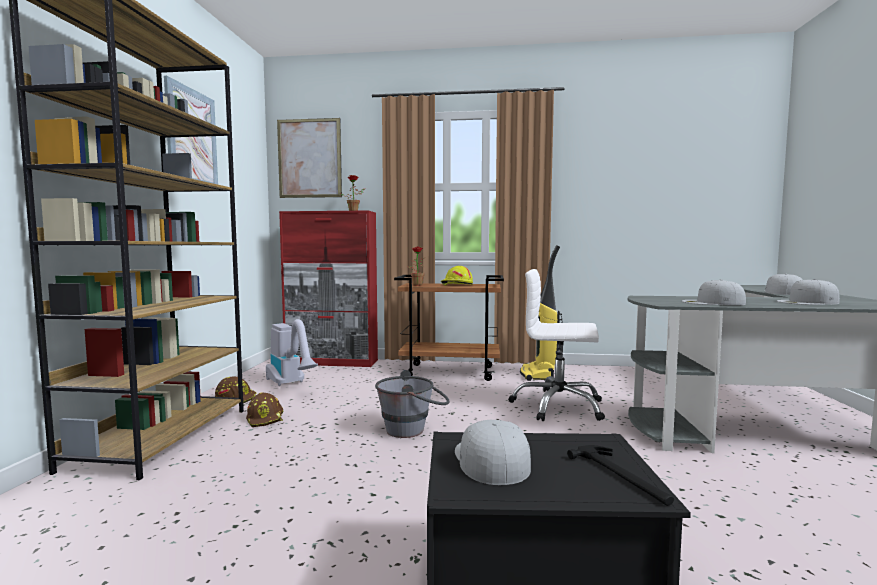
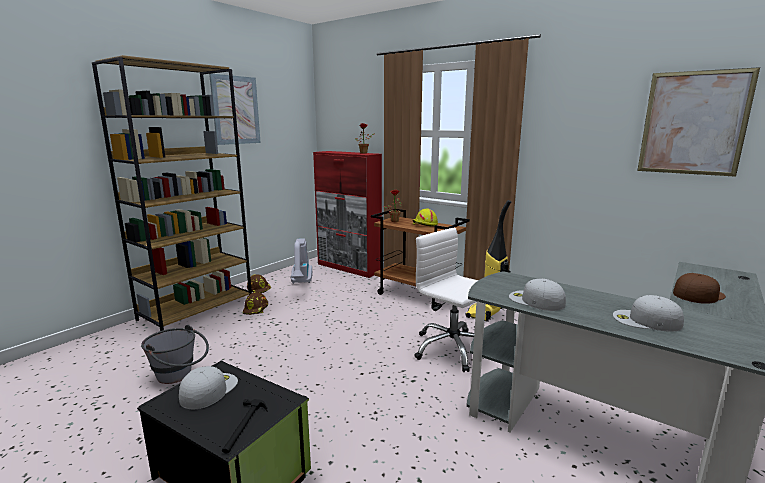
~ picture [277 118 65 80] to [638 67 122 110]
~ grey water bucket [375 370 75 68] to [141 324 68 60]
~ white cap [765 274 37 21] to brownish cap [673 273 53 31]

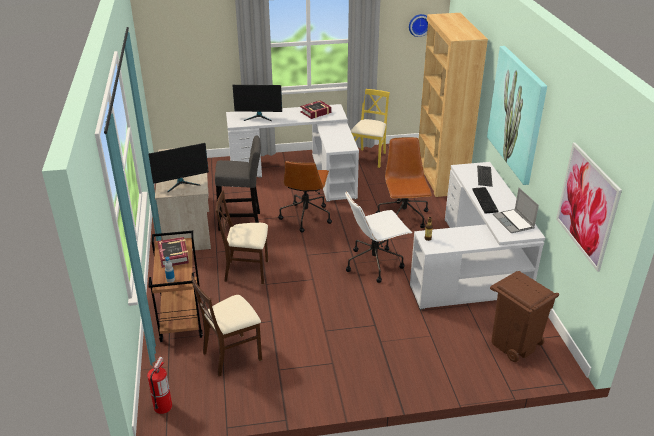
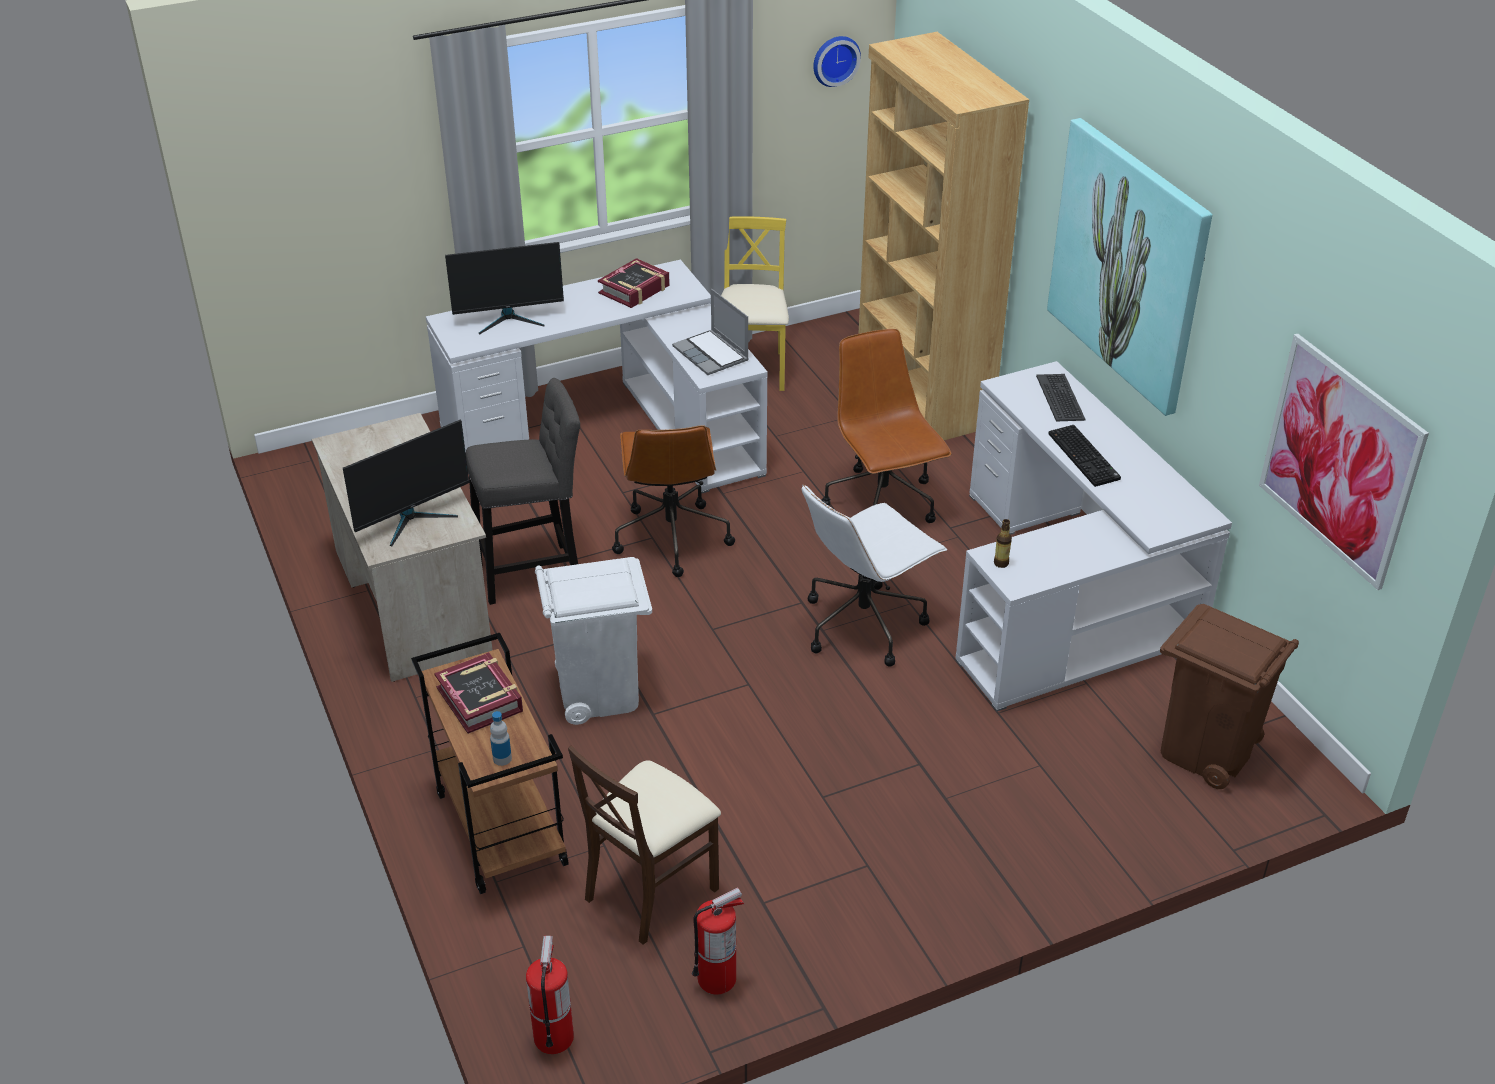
+ extinguisher [692 888 52 106]
~ portable computer [493 188 46 45] to [672 289 77 86]
~ sand-coloured upright chair [216 190 52 95] to white waste bin [535 557 117 168]

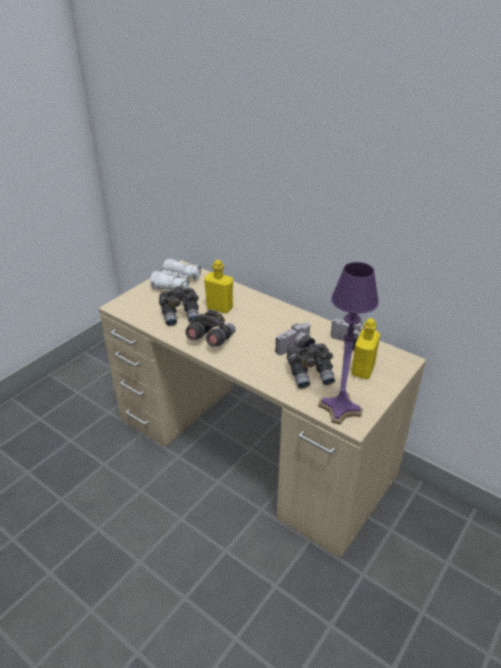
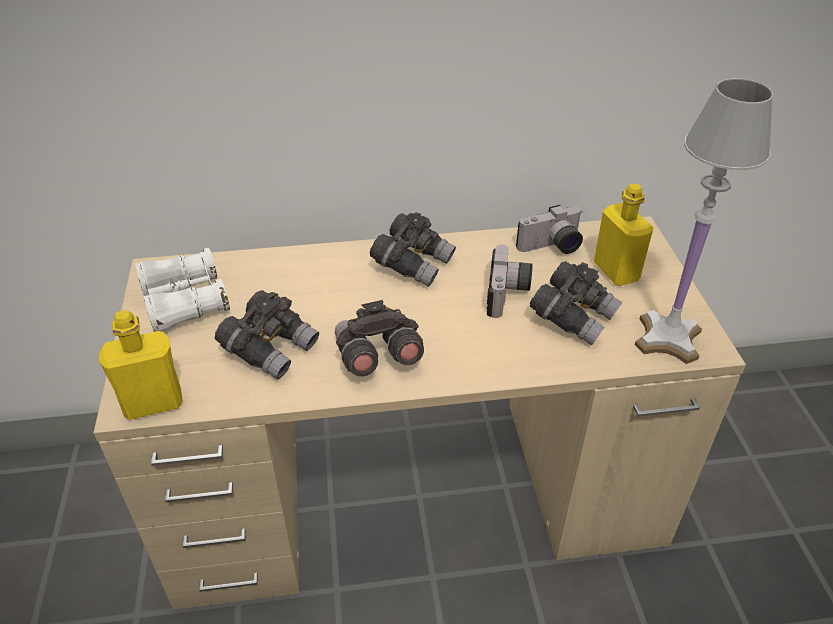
+ grey binoculars [370 212 86 75]
~ yellow drink bottle [204 260 29 53] to [99 310 84 110]
~ purple-coloured tabletop lamp [318 262 61 163] to white tabletop lamp [635 78 138 286]

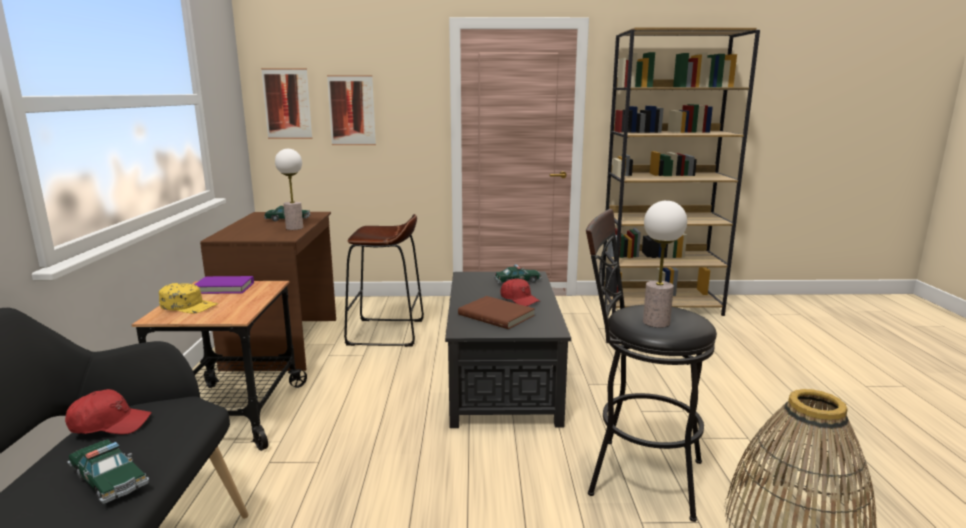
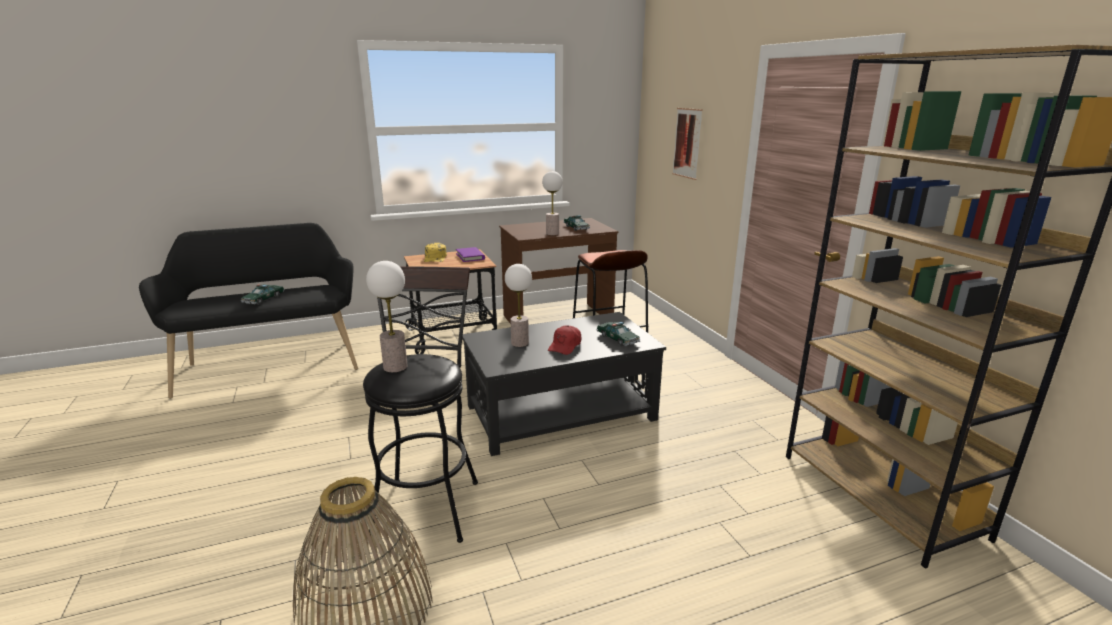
- red-coloured cap [65 389 87 45]
- picture [261 68 52 71]
~ brownish book [458 296 77 33] to tabletop lamp [505 264 27 83]

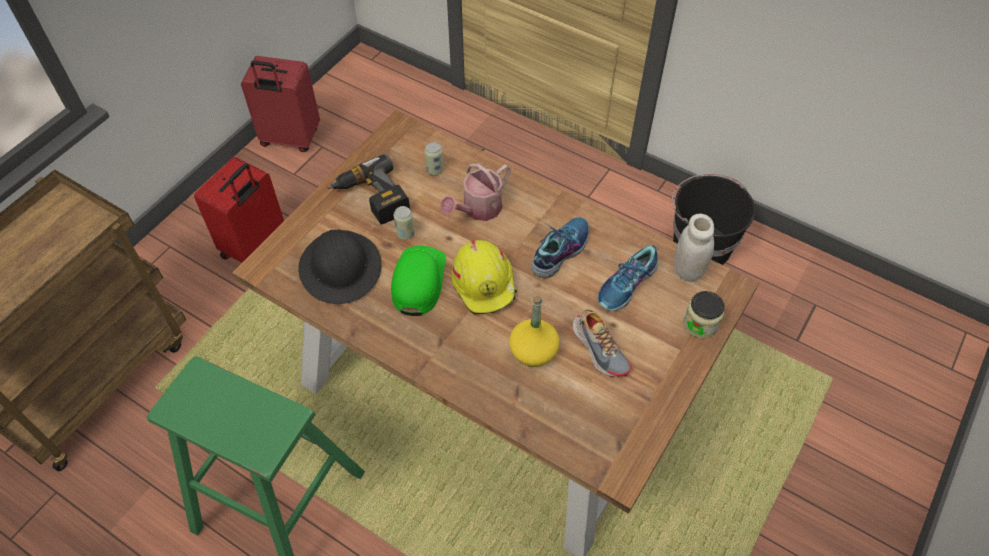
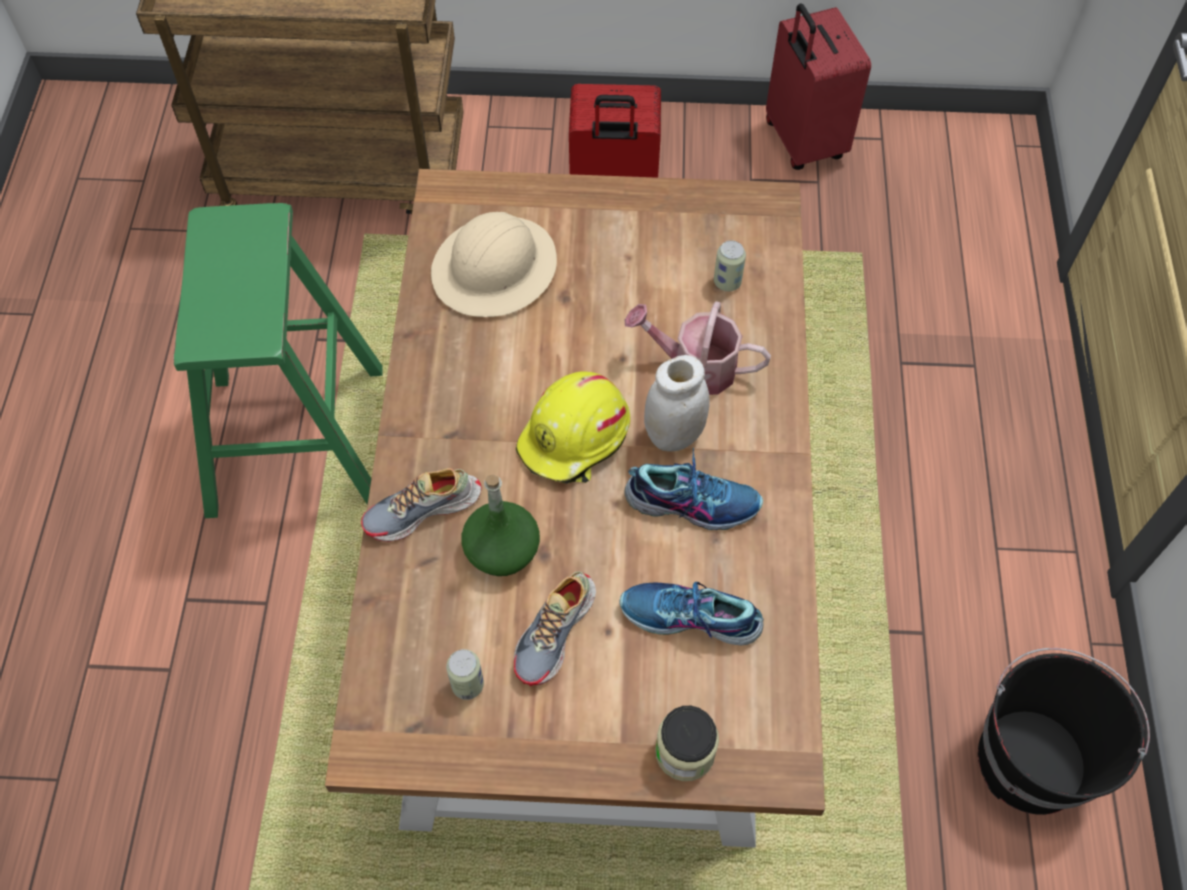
- power drill [327 154 83 70]
- greenish cap [391 246 55 70]
+ shoe [361 468 121 74]
~ can [394 206 21 34] to [446 649 38 51]
~ white preserve jar [674 214 40 68] to [644 355 66 97]
~ black-coloured safety helmet [298 229 83 75] to sand-coloured safety helmet [431 212 126 105]
~ yellow drink bottle [509 296 51 71] to greenish drink bottle [461 474 79 102]

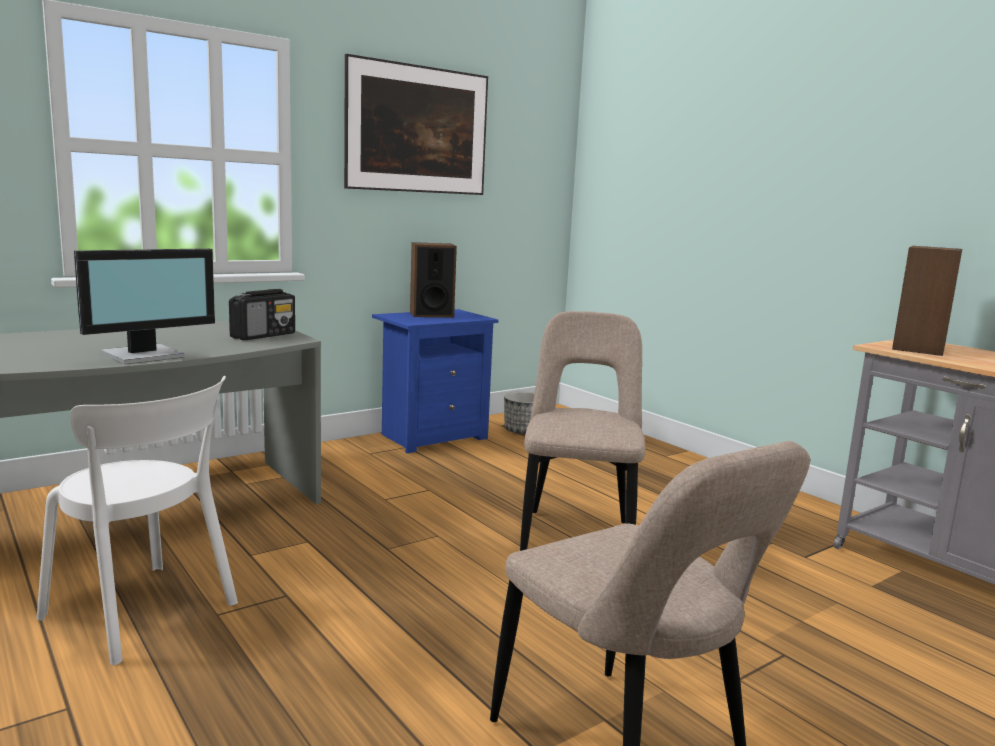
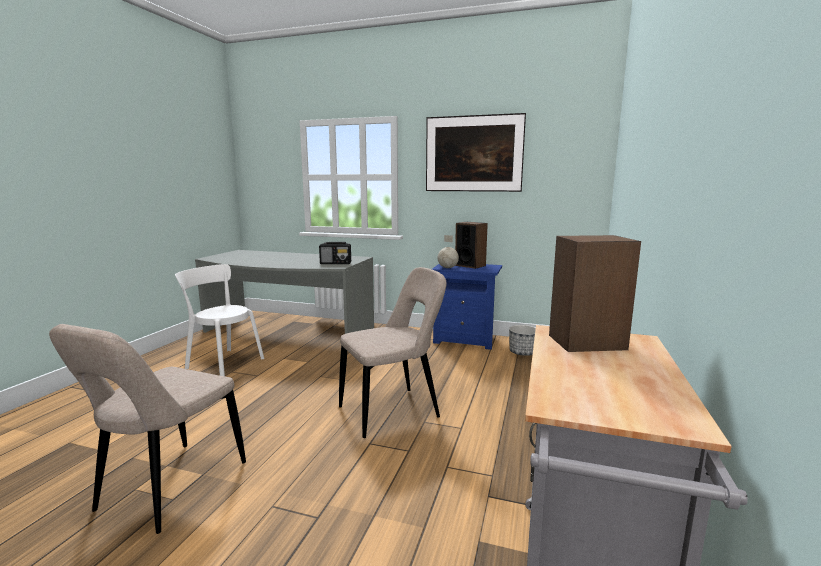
- computer screen [74 248 141 116]
+ world globe [437 235 22 33]
~ white upright chair [36 376 202 289] = [175 264 89 112] 120 degrees clockwise

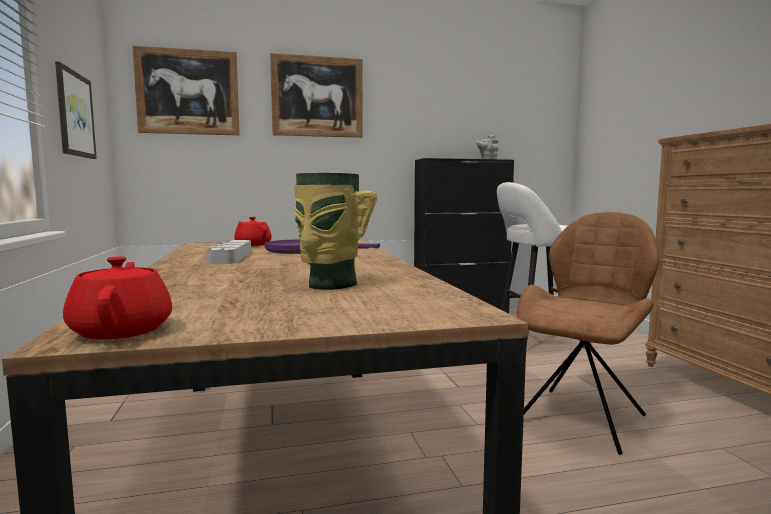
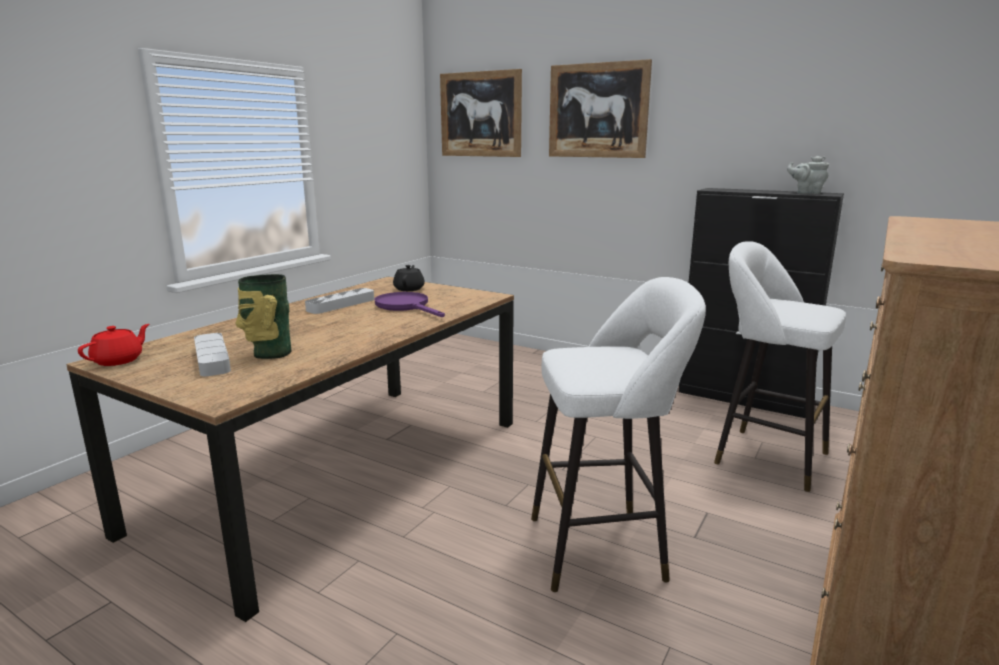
- picture [55 61 42 98]
+ grey carrying tray [194 333 37 43]
~ brownish upright chair [517 212 143 243] to white sitting stool [531 277 175 315]
~ red-coloured tea pot [234 217 38 29] to black-coloured tea pot [393 265 32 26]

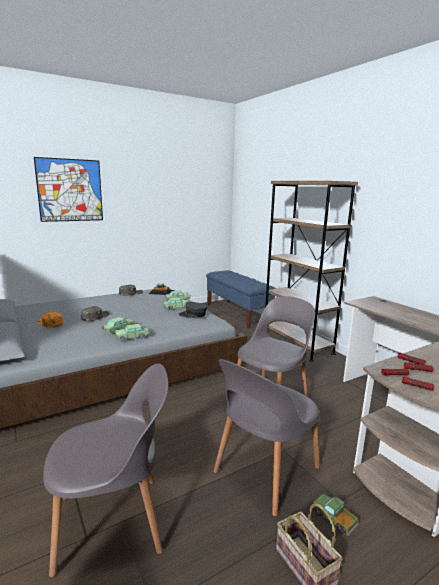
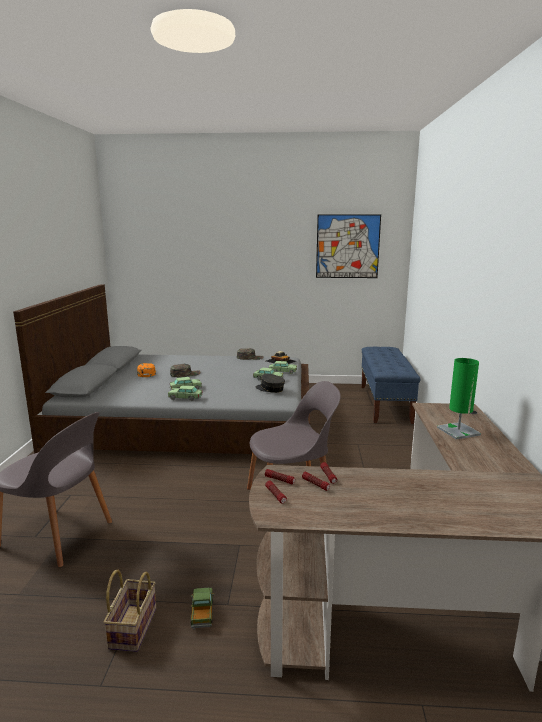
- grey upright chair [213 359 107 157]
- brownish bookcase [265 181 93 181]
+ greenish tabletop lamp [437 358 44 81]
~ picture [34 157 69 65] to [316 214 65 64]

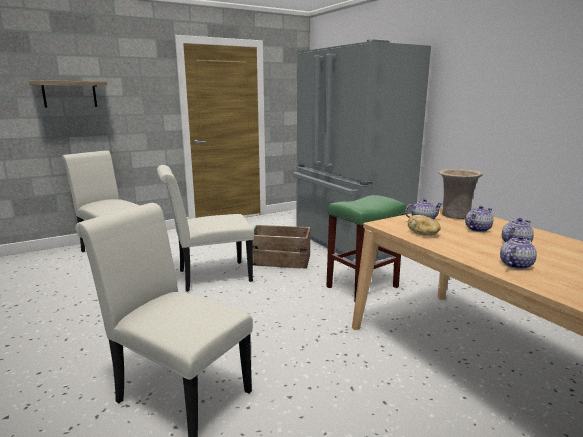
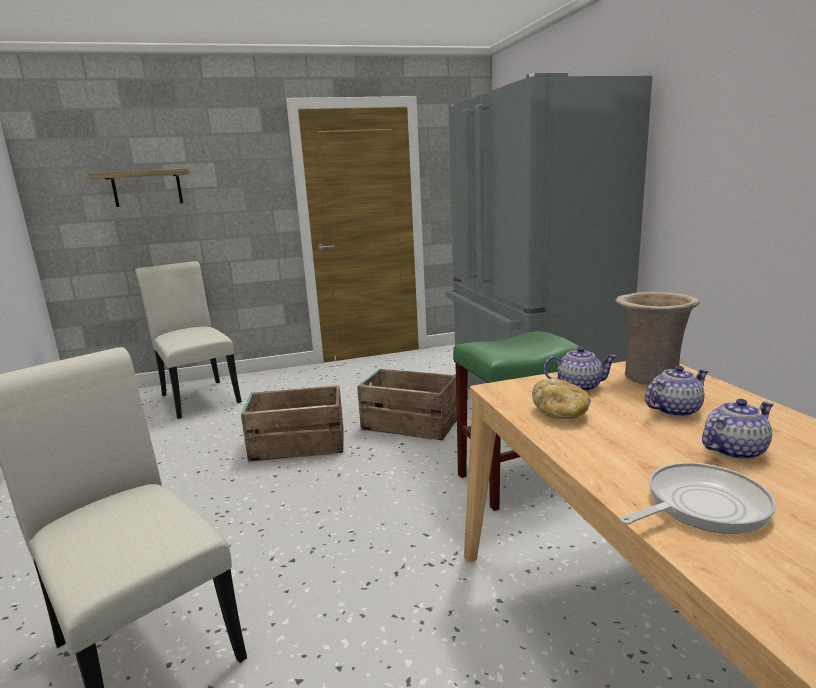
~ white upright chair [157 165 97 127] to packing crate [241 385 102 77]
~ tea pot [500 235 37 34] to skillet [619 463 157 71]

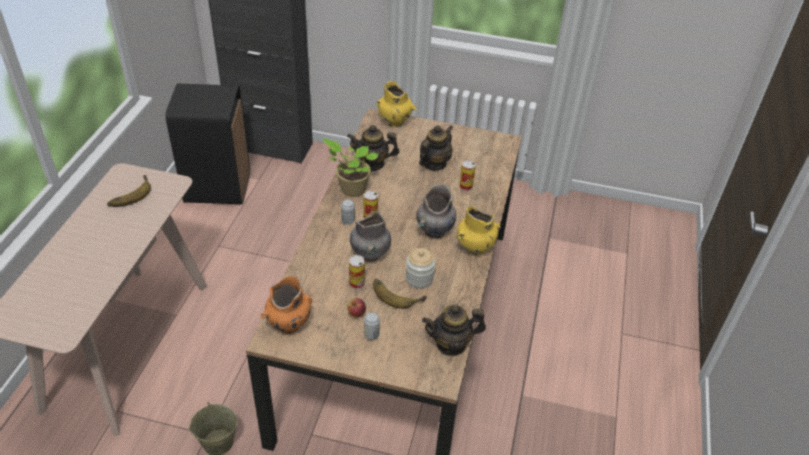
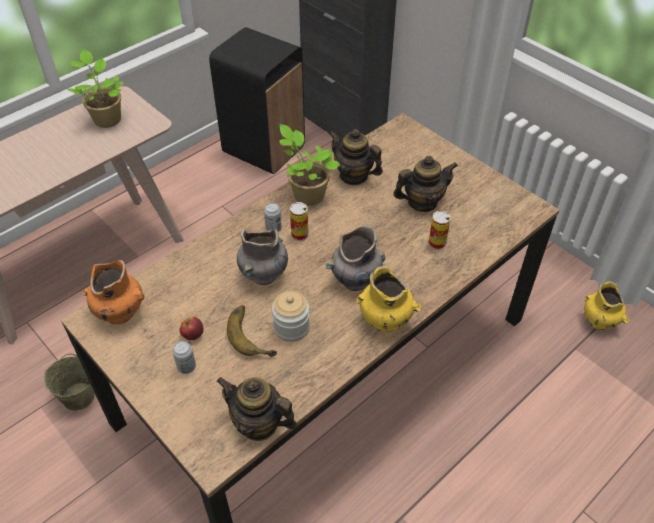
- can [349 255 16 34]
~ yellow flower vase [376 81 41 46] to [584 281 45 49]
~ banana [107 175 44 32] to houseplant [67 49 57 79]

